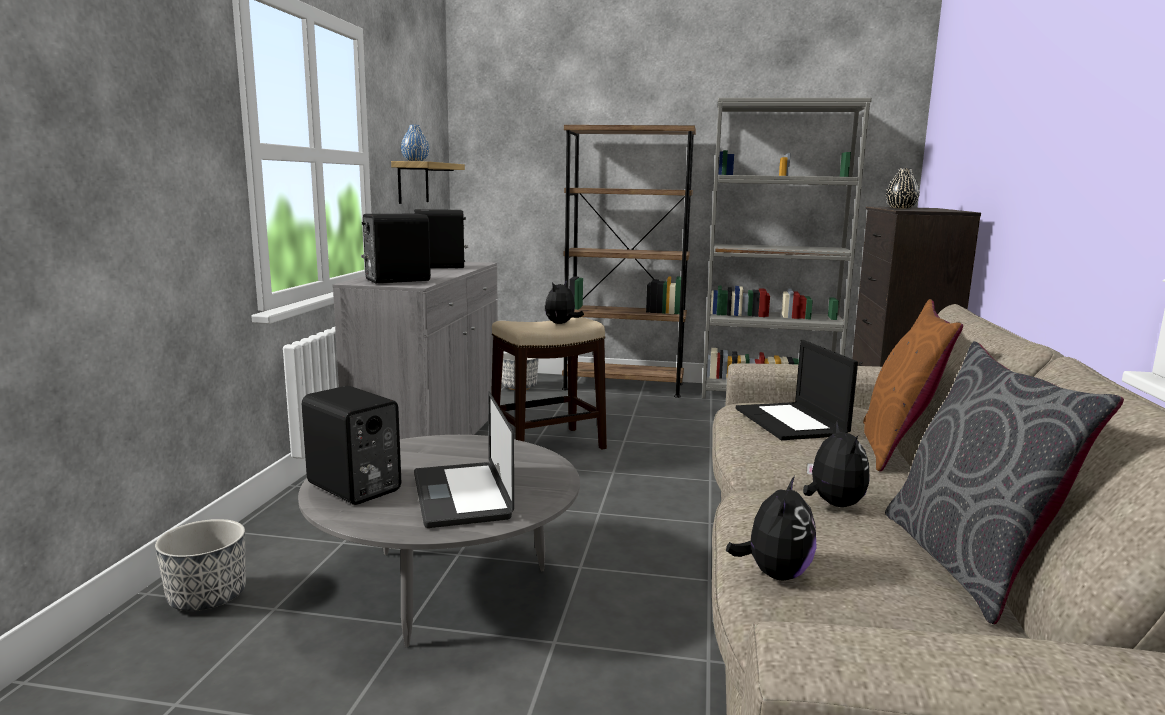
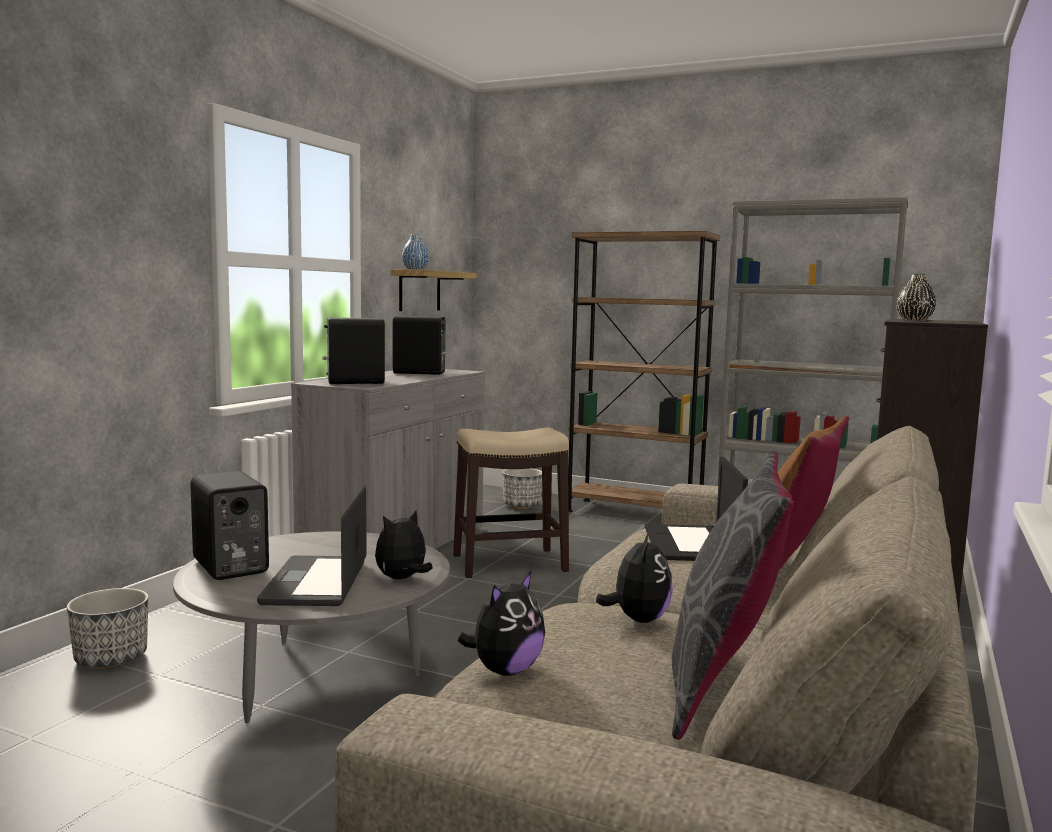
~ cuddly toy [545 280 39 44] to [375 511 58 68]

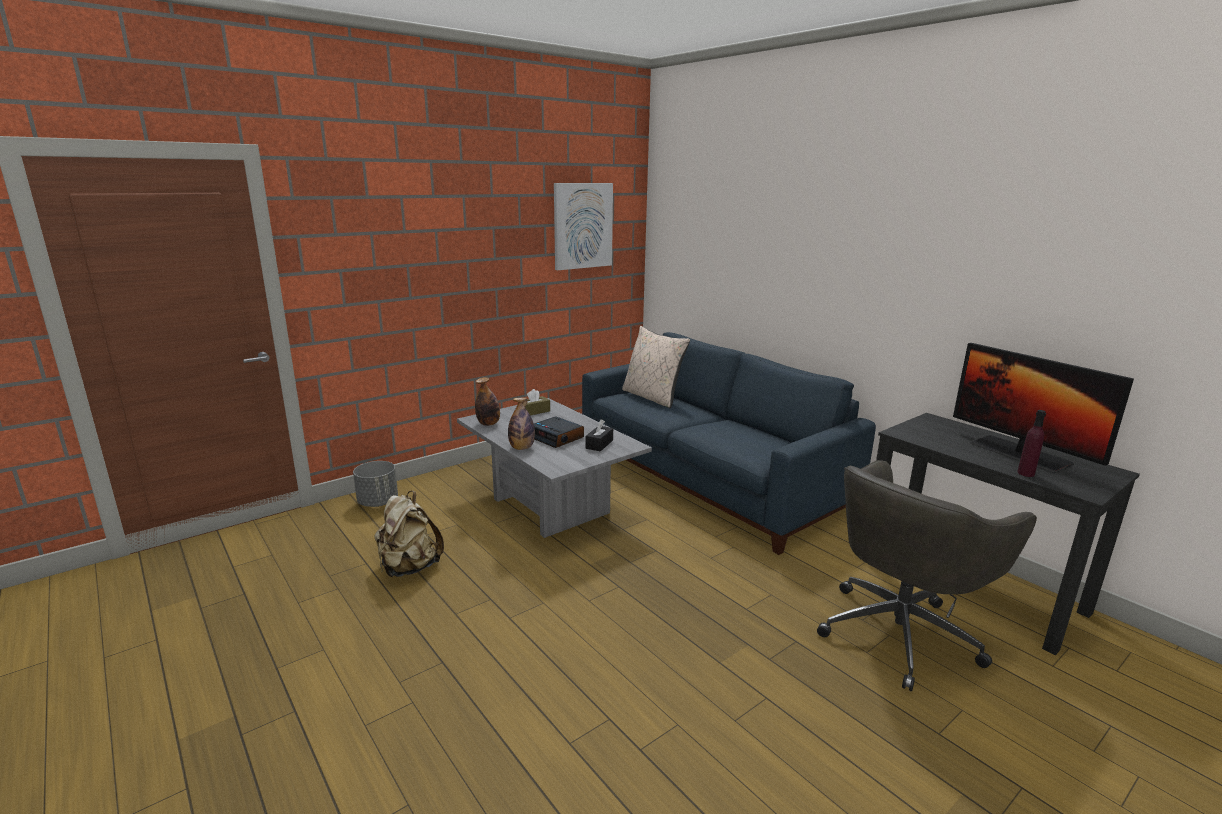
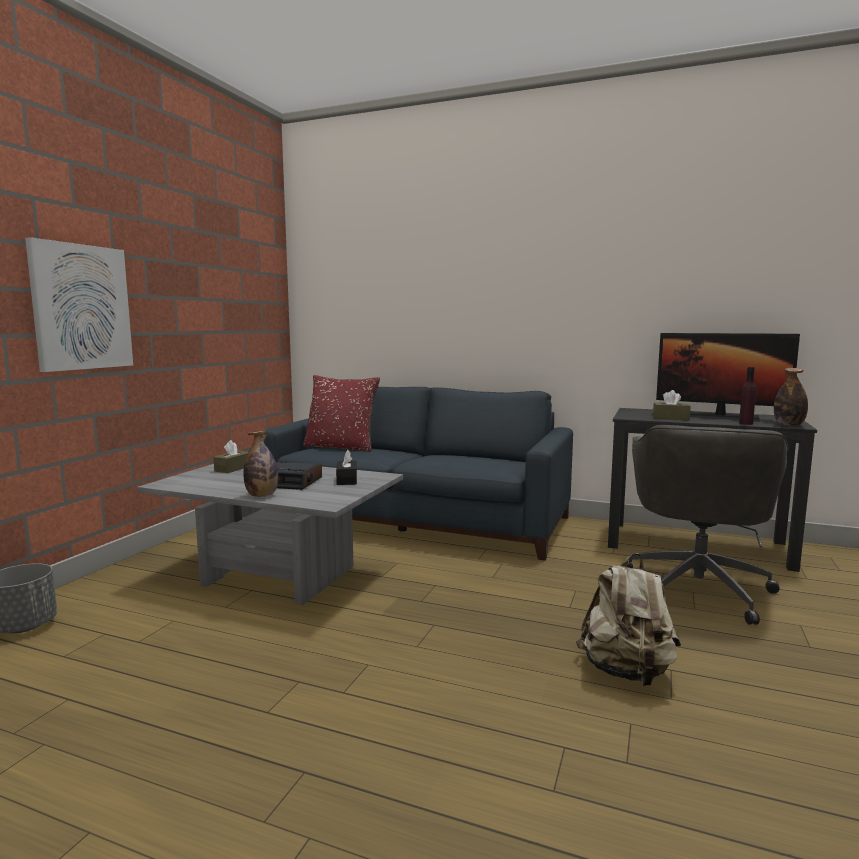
+ brownish tissue box [653 390 38 30]
~ sand-coloured knapsack [374 491 70 86] to [576 553 105 133]
~ drink bottle [475 377 25 49] to [774 368 34 58]
~ picture [554 183 59 87] to [25 237 108 135]
~ sand-coloured throw pillow [622 326 68 82] to red-coloured throw pillow [303 375 77 77]

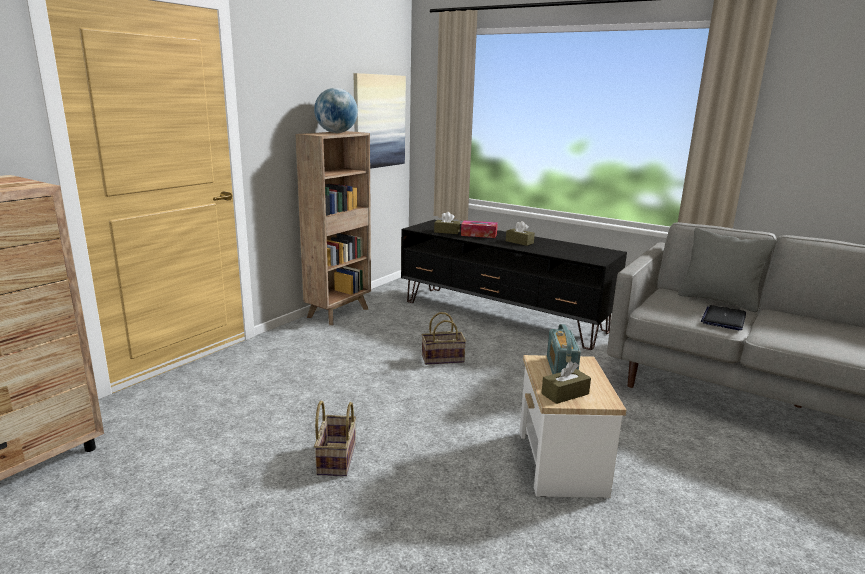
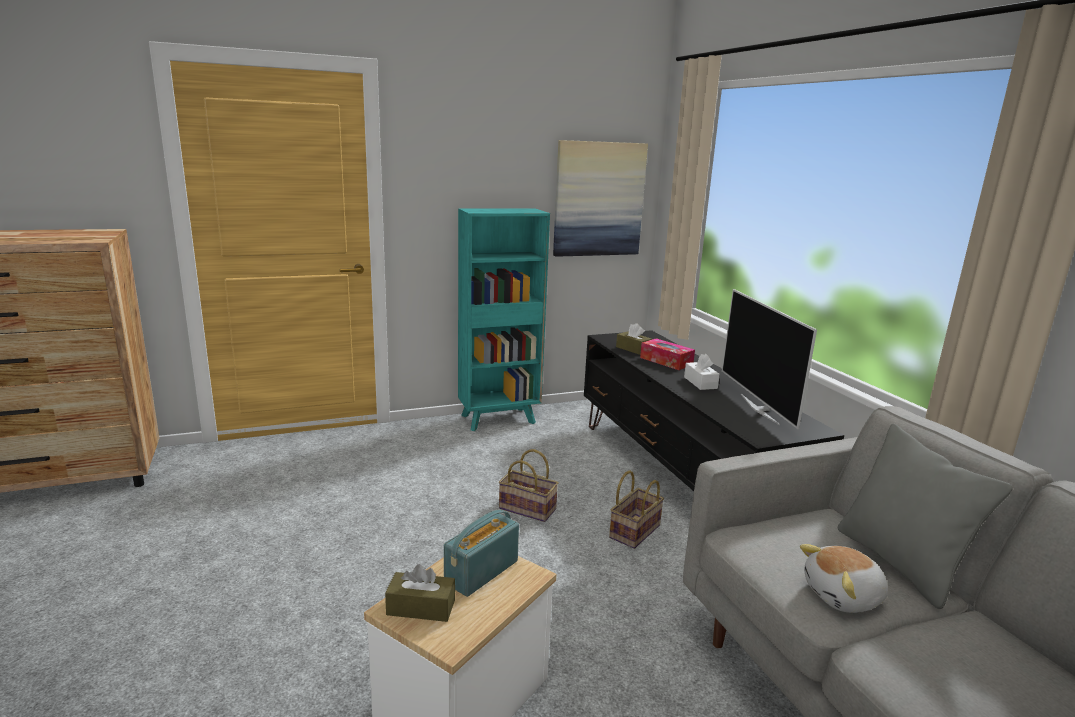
- world globe [314 88 44 45]
+ television [722 289 95 140]
~ storage basket [314 401 42 75] to [609 470 55 79]
~ portable computer [701 305 45 25] to cuddly toy [800 544 88 69]
~ brownish bookcase [295 131 76 194] to blue-green bookcase [458 209 92 222]
~ brownish tissue box [506 221 29 25] to white tissue box [684 354 36 36]

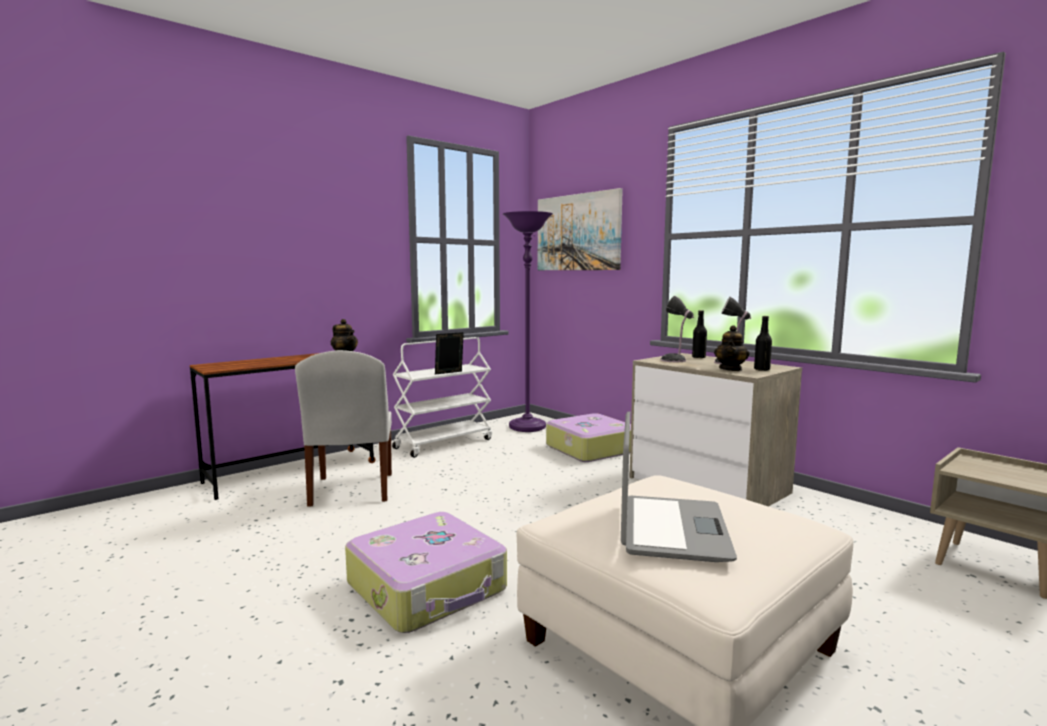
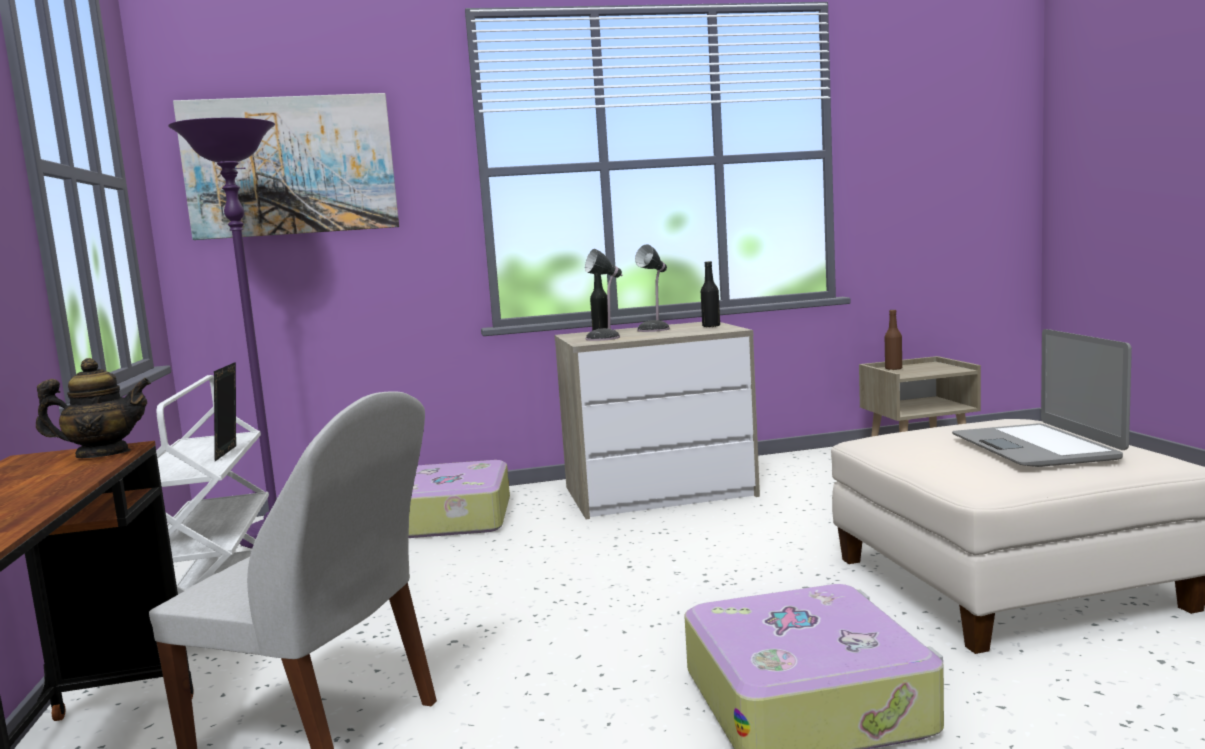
- tea pot [714 325 35 46]
+ brownish drink bottle [885 310 17 60]
~ portable computer [621 412 116 150] = [952 329 180 138] 135 degrees counterclockwise

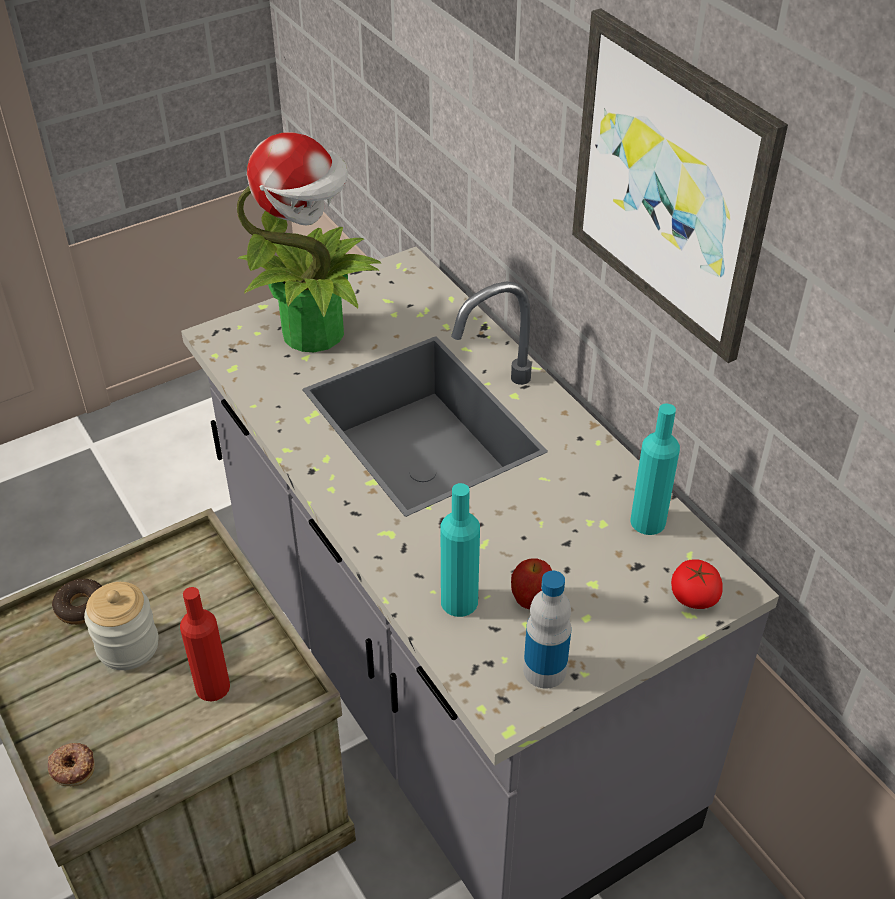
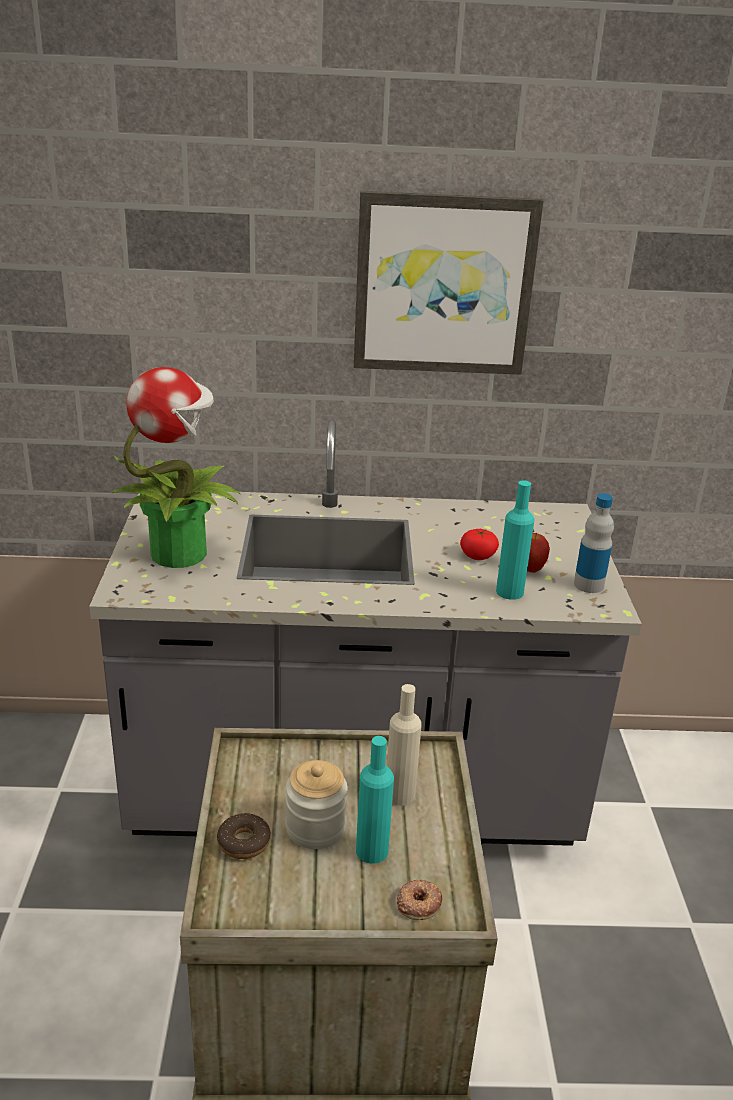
~ blue-green drink bottle [631 404 49 131] to [356 736 38 128]
~ fresh tomato [671 559 52 50] to [460 529 39 31]
~ red-coloured drink bottle [180 587 50 114] to sand-coloured drink bottle [387 684 35 122]

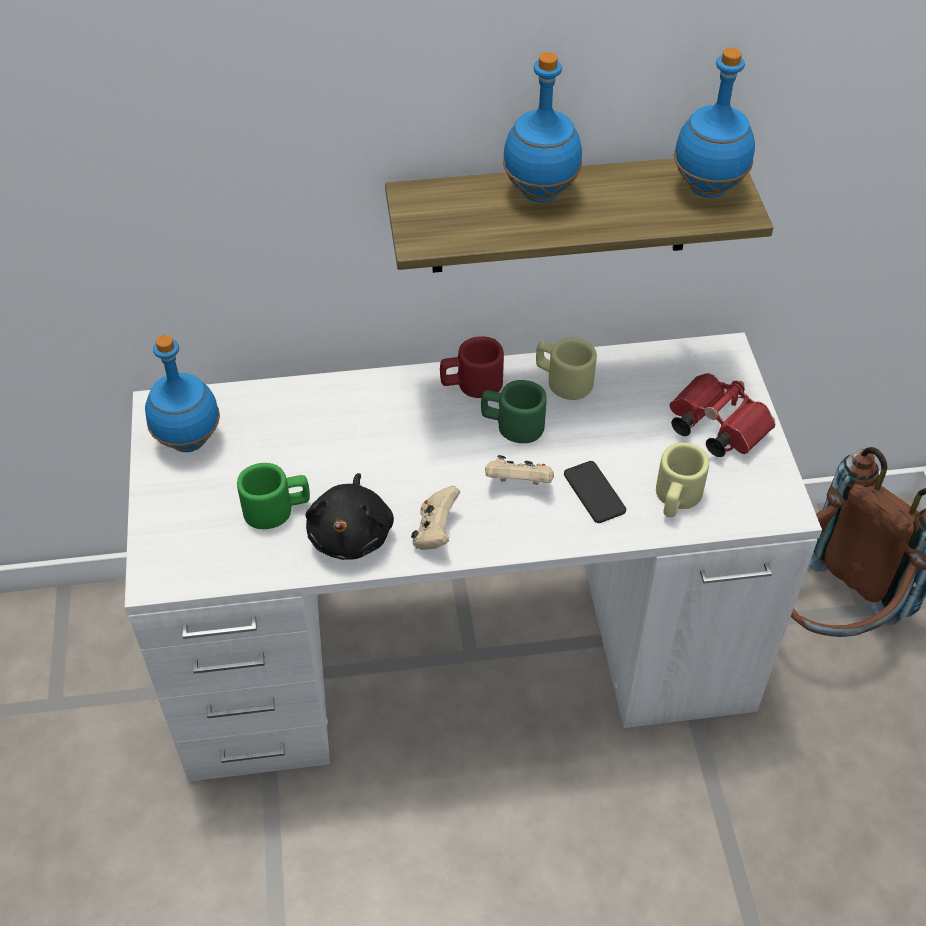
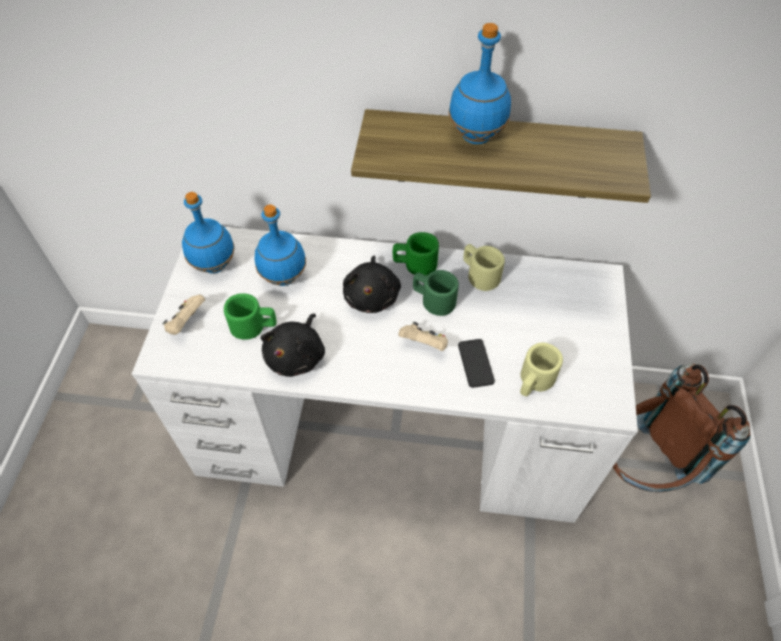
- red-coloured binoculars [670 373 105 84]
+ black-coloured cuddly toy [343 256 58 57]
~ sand-coloured game controller [411 486 49 64] to [163 295 42 40]
~ blue drink bottle [674 48 81 150] to [255 205 51 81]
~ red-coloured mug [440 336 64 62] to greenish mug [393 232 46 44]

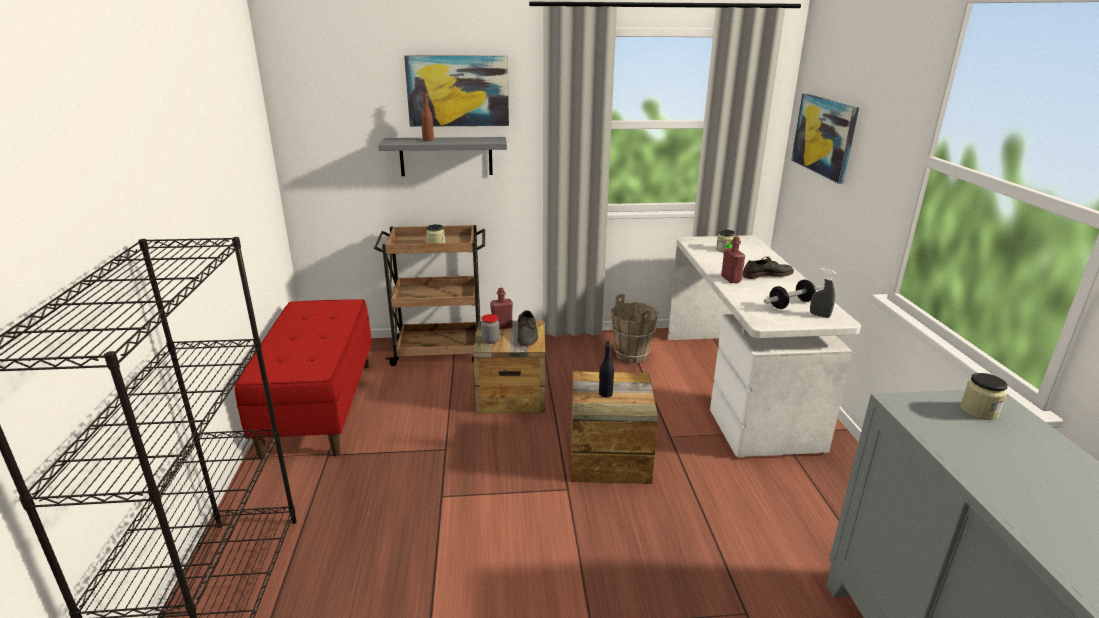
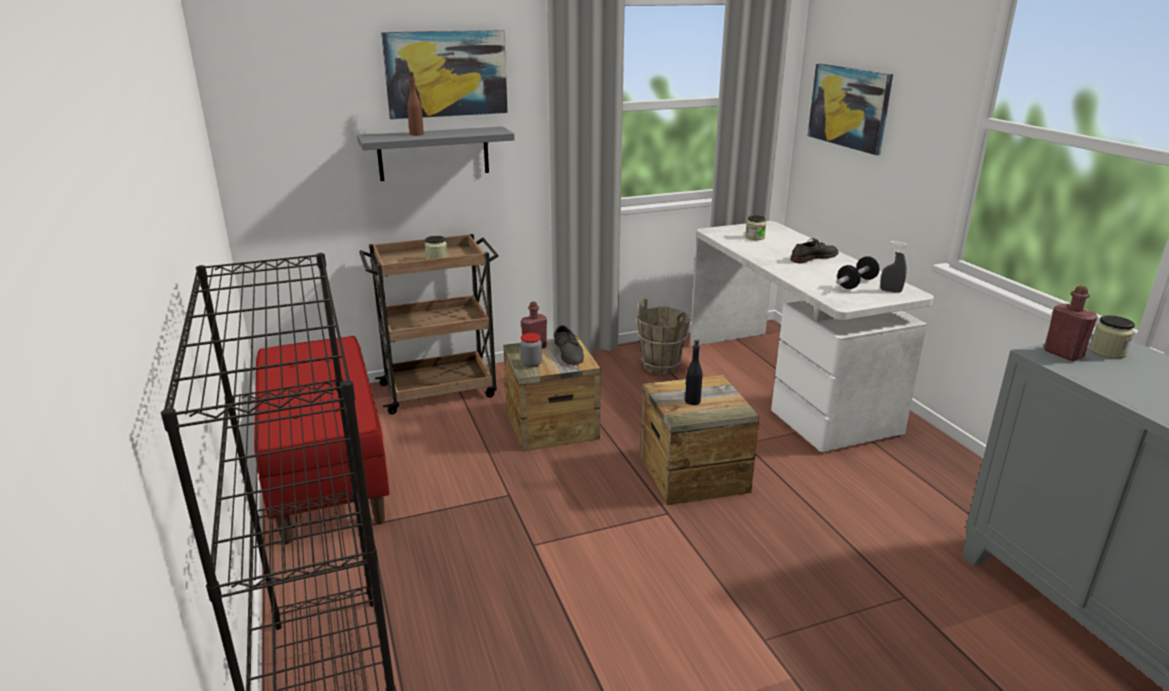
~ red-coloured drink bottle [721 236 24 47] to [1044 286 54 75]

